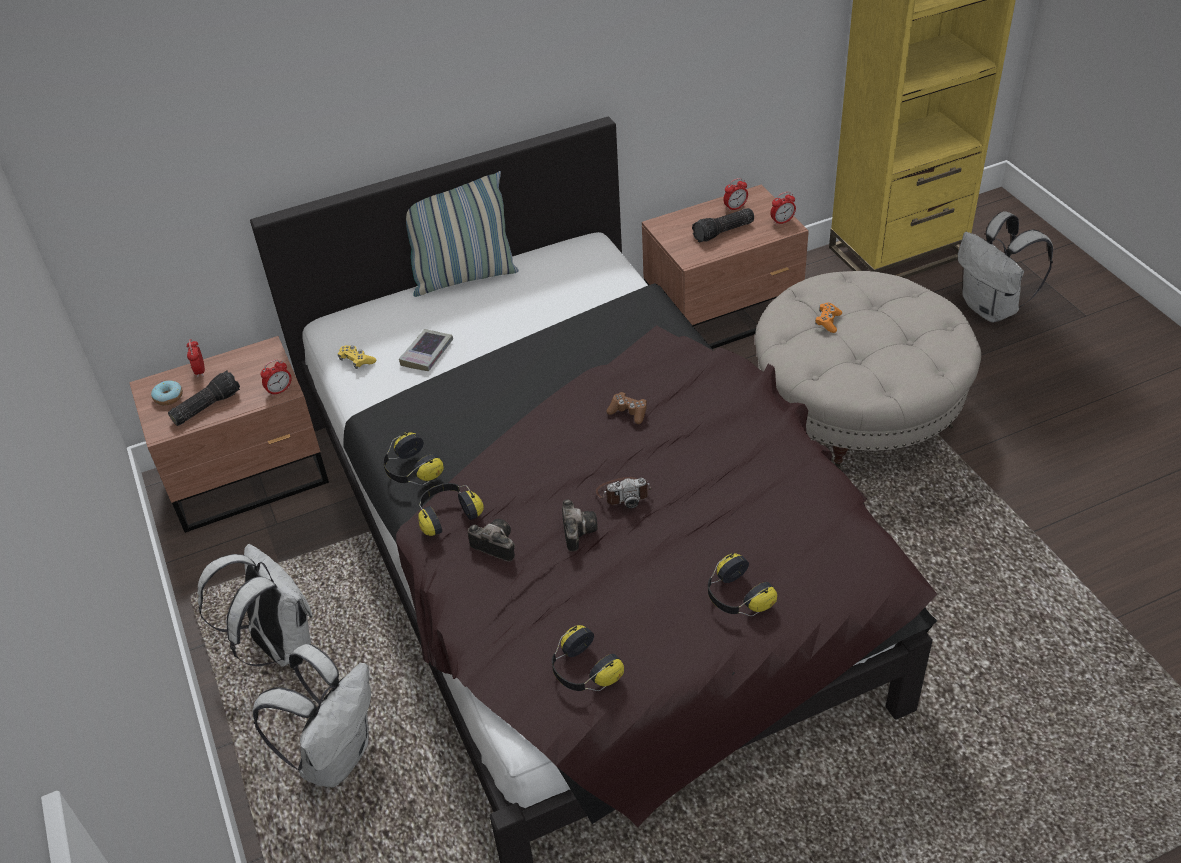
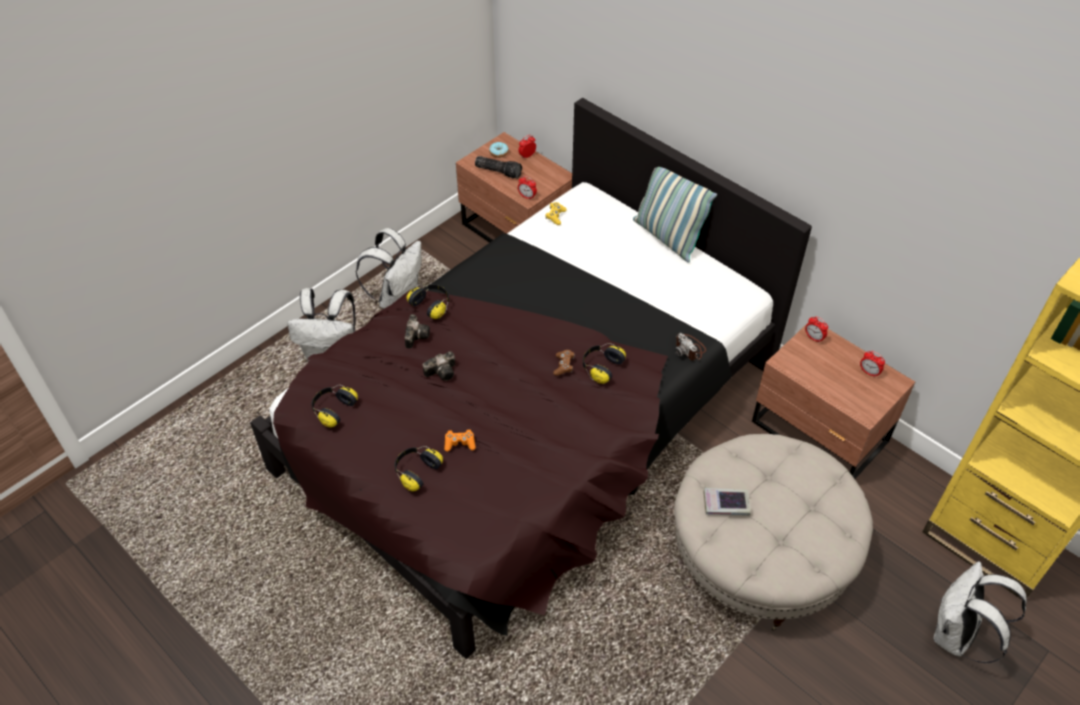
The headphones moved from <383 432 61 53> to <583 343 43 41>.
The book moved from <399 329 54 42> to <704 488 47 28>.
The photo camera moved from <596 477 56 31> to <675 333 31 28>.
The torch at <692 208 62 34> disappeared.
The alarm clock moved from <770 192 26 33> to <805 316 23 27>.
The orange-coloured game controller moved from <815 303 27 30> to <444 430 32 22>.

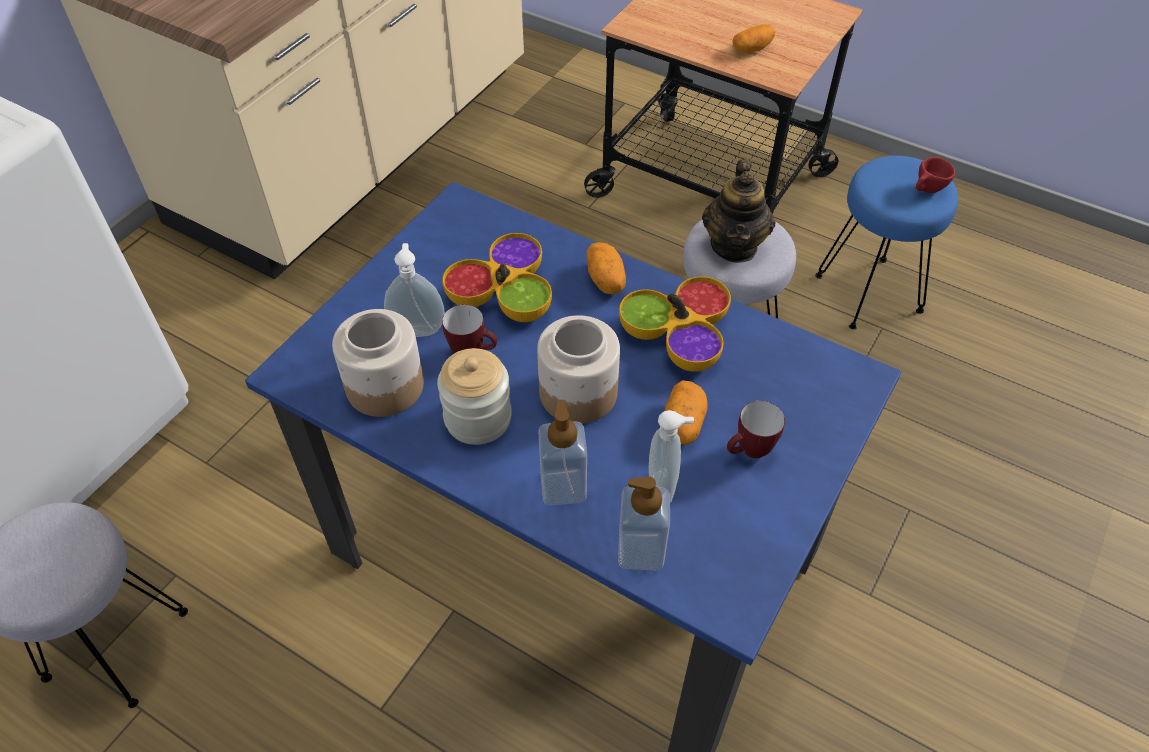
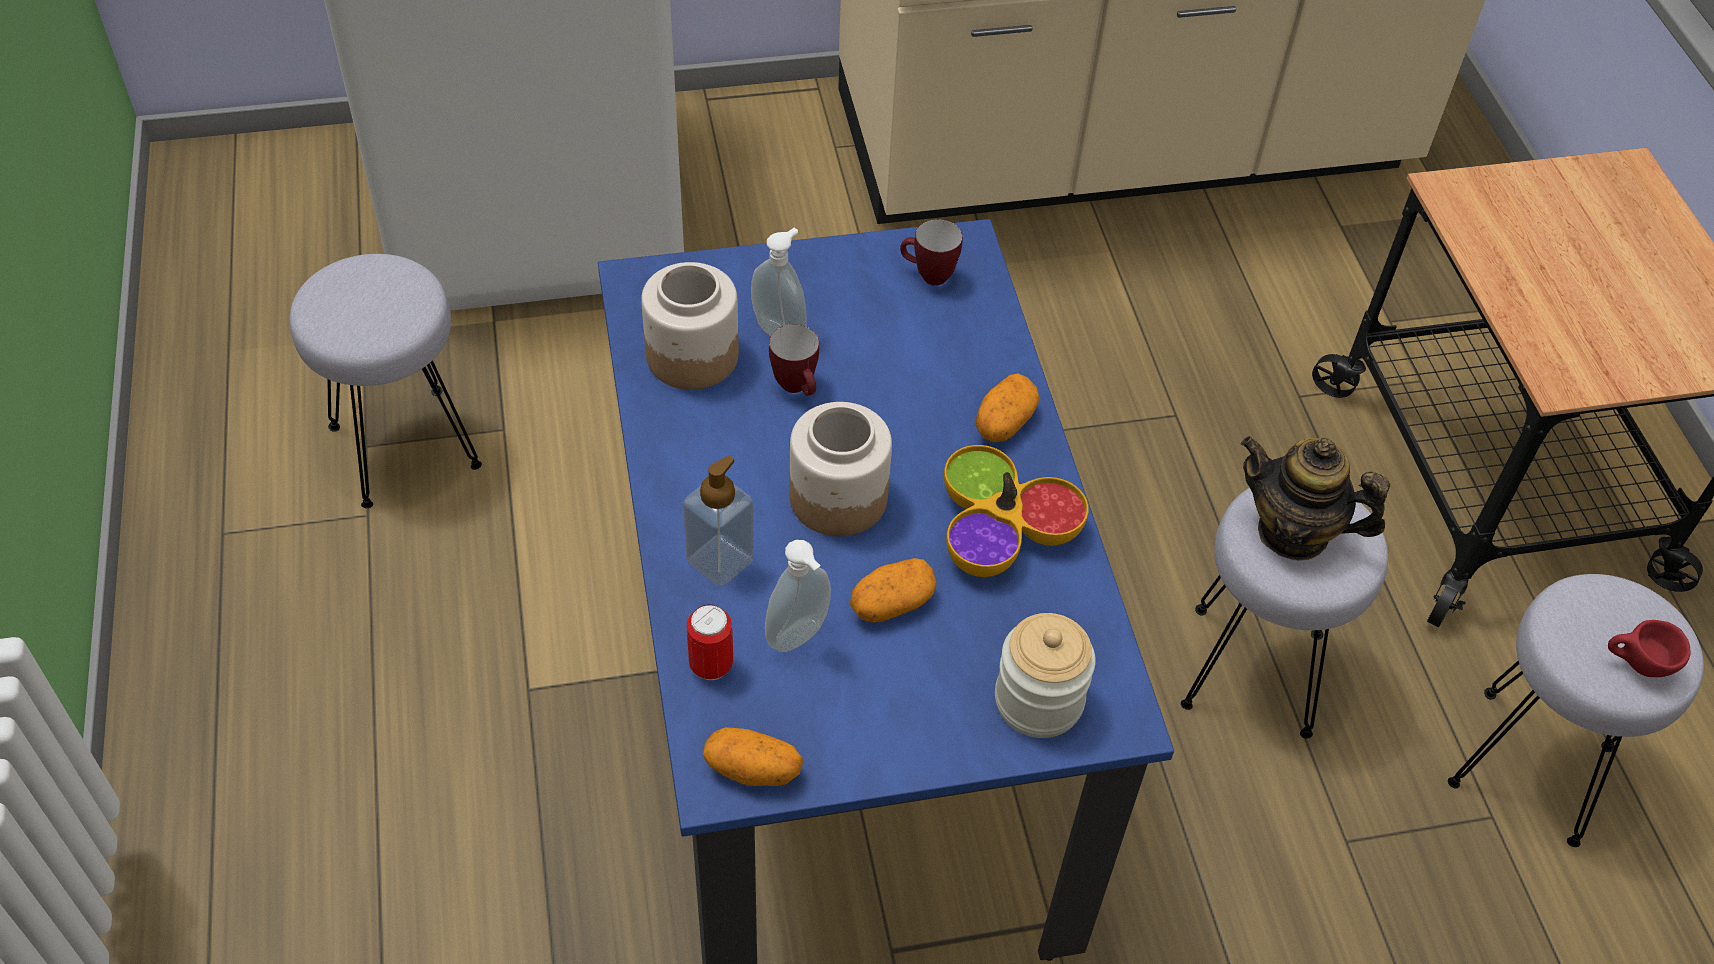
The storage jar moved from <437 348 75 97> to <995 613 101 125>.
The bowl at <442 233 110 89> disappeared.
The soap bottle at <618 476 52 95> was replaced by the sealed can at <687 604 46 76>.
The tea pot at <702 159 74 104> turned 60 degrees clockwise.
The tea mug moved from <727 401 58 57> to <900 219 63 67>.
The spud moved from <732 24 43 29> to <703 727 100 59>.
The blue stool seat at <815 156 143 173> became the greyish stool seat at <1448 574 256 273>.

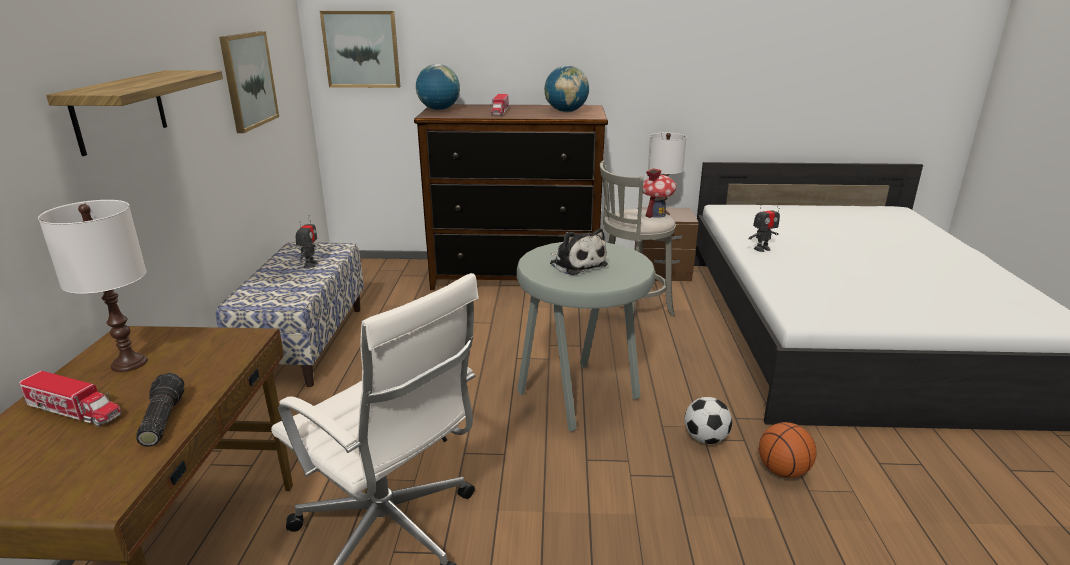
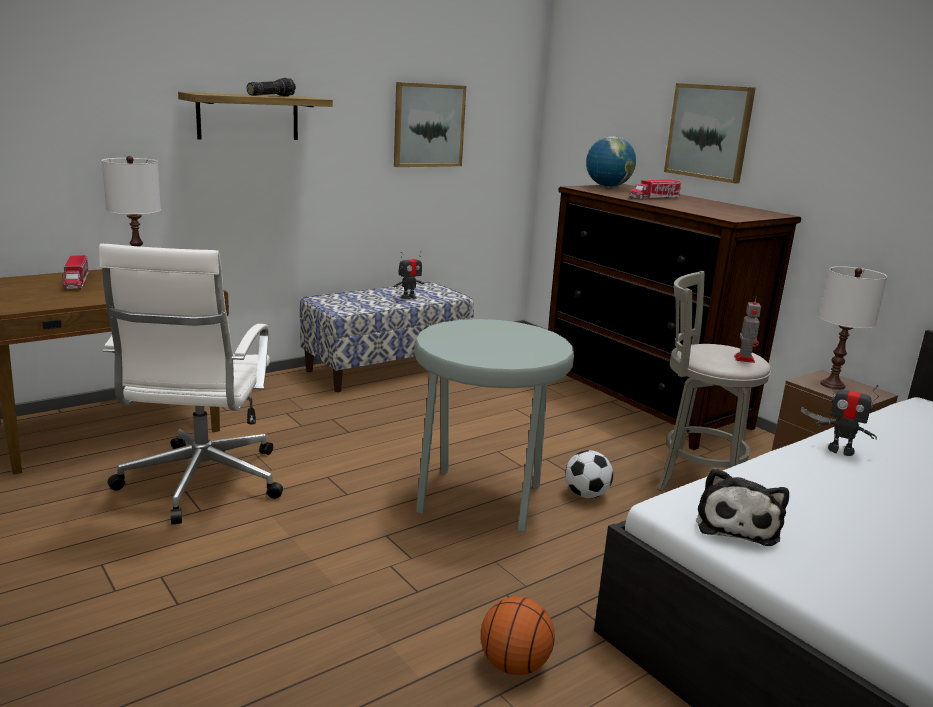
The torch moved from <136 373 48 74> to <247 78 49 18>.
The wall picture moved from <320 11 80 77> to <664 83 92 101>.
The desk globe at <544 66 45 46> disappeared.
The soft toy moved from <550 228 58 47> to <696 468 93 78>.
The miniature house at <643 168 34 50> was replaced by the robot figure at <734 297 27 66>.
The football moved from <684 397 48 47> to <565 450 48 48>.

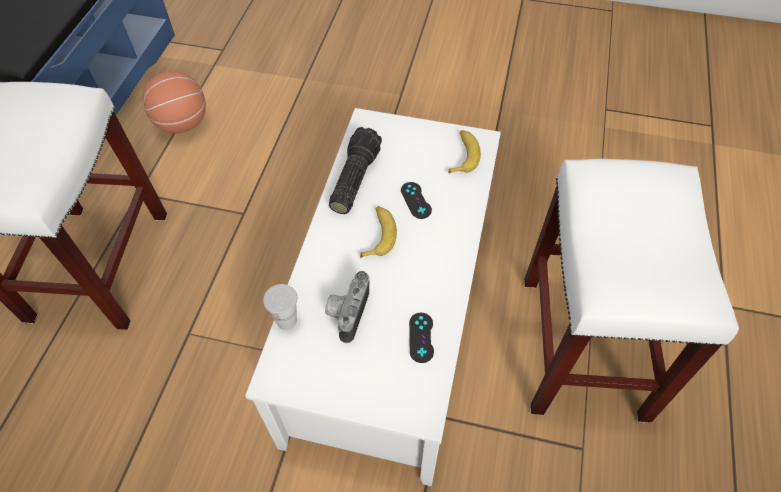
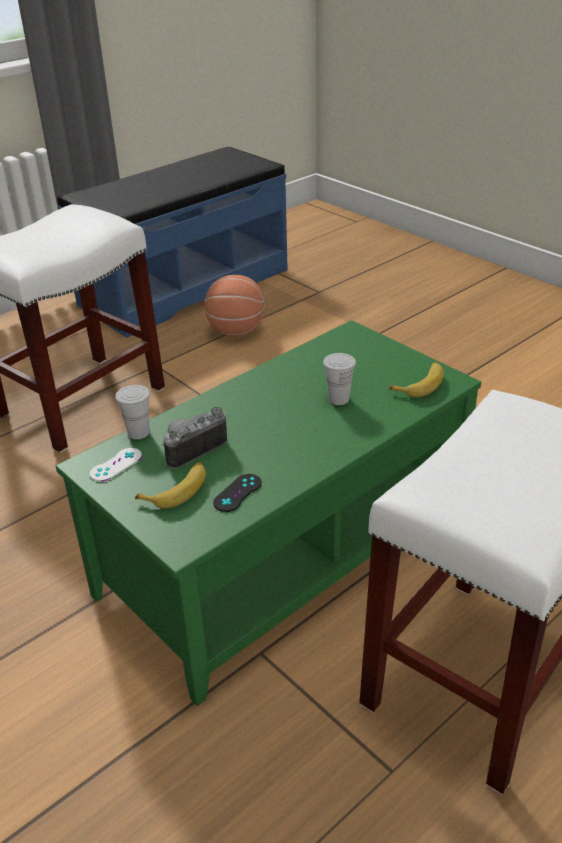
The white low table at <245 108 256 378> became the green low table at <56 320 425 386>.
The torch at <329 127 53 87> disappeared.
The banana fruit moved from <360 206 37 52> to <135 462 71 46>.
The black game controller at <401 182 31 37> was replaced by the white small cup at <323 353 33 52>.
The white game controller at <90 448 52 34> appeared.

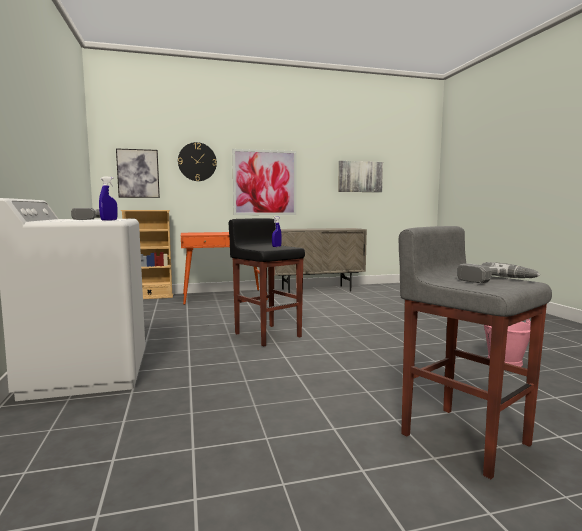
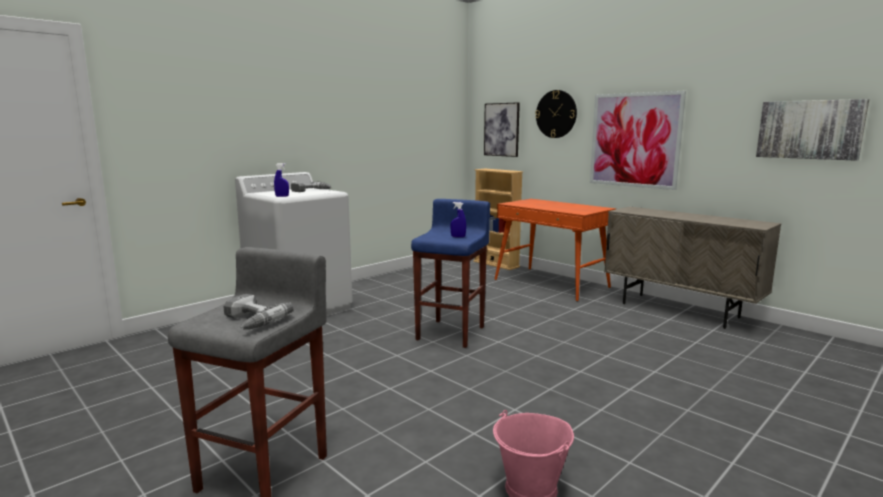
The black stool seat at <229 218 76 129> became the blue stool seat at <411 199 79 149>.

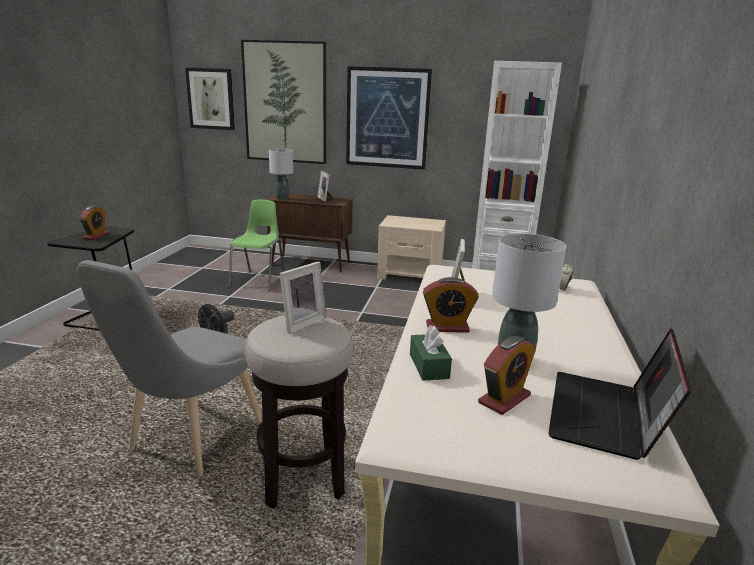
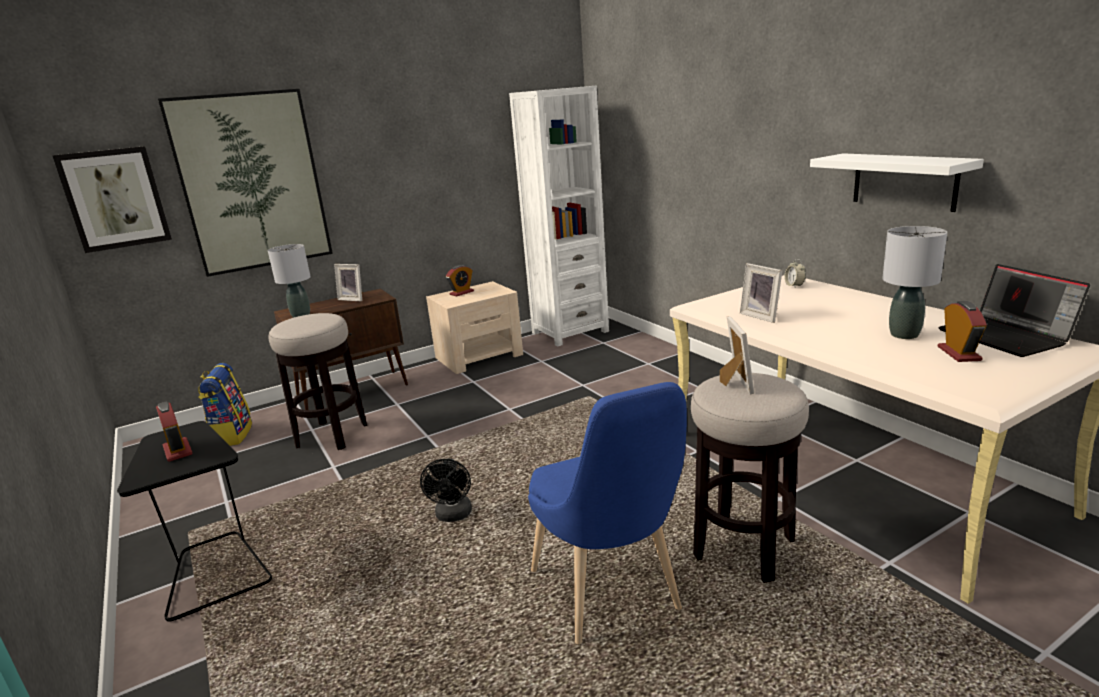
The greyish chair at <77 260 186 217> became the blue chair at <528 382 159 262>.
The green chair at <229 200 56 92> was replaced by the stool seat at <268 313 99 137>.
The wall picture at <346 66 86 104> disappeared.
The green tissue box at <410 325 42 56> disappeared.
The alarm clock moved from <423 277 56 56> to <446 265 28 32>.
The rucksack at <198 363 54 83> appeared.
The white shelf at <810 153 174 59> appeared.

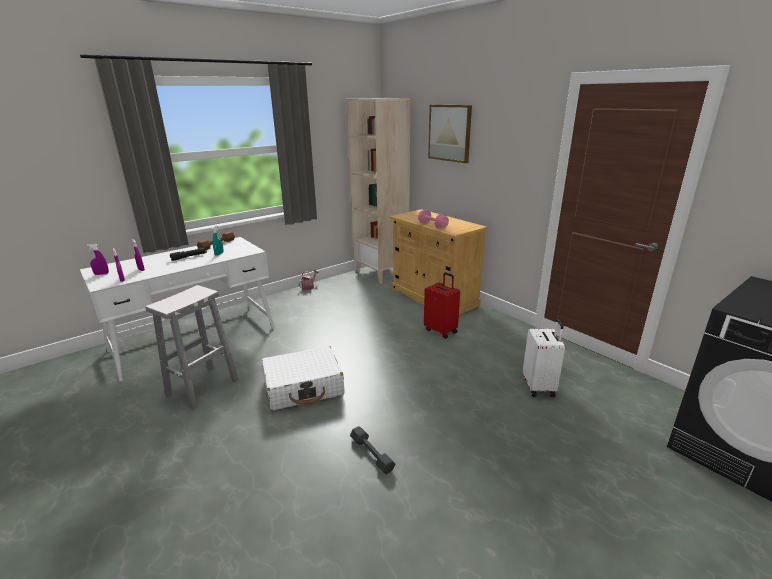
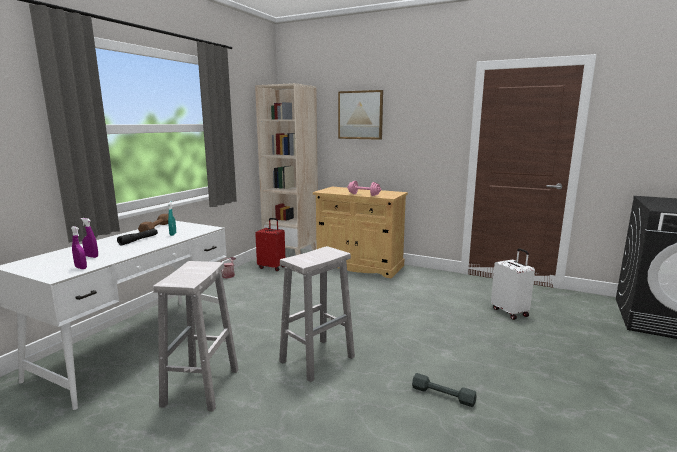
The purplish hand sprayer at <87 244 22 31> disappeared.
The white travel case at <262 346 82 64> was replaced by the white stool seat at <279 246 76 136>.
The red-coloured travel case moved from <424 272 36 67> to <255 218 30 53>.

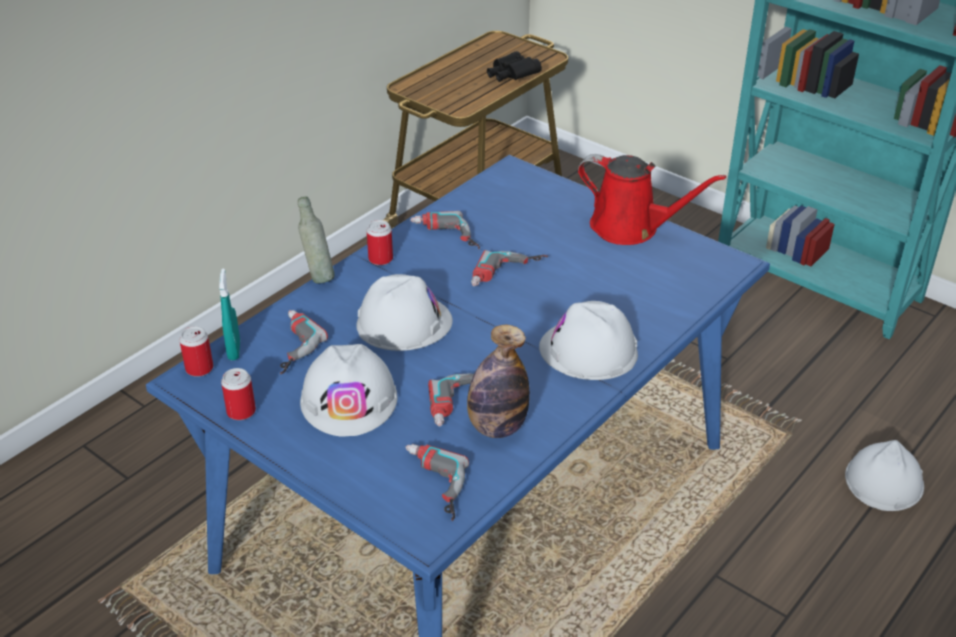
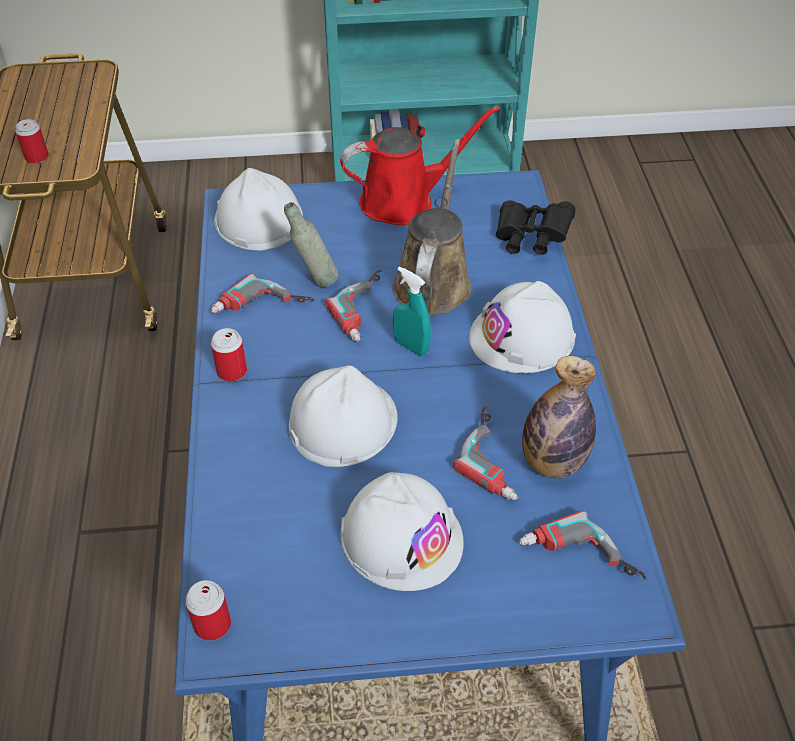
The turquoise hand sprayer moved from <219 268 21 92> to <393 266 38 90>.
The sealed can moved from <221 368 35 52> to <15 119 34 45>.
The drill at <280 310 48 65> disappeared.
The greyish beverage bottle moved from <298 197 37 86> to <284 202 54 85>.
The black pair of binoculars moved from <487 51 55 31> to <496 200 80 55>.
The white hard hat moved from <845 440 79 71> to <214 168 89 82>.
The brownish watering pot at <393 139 78 176> appeared.

